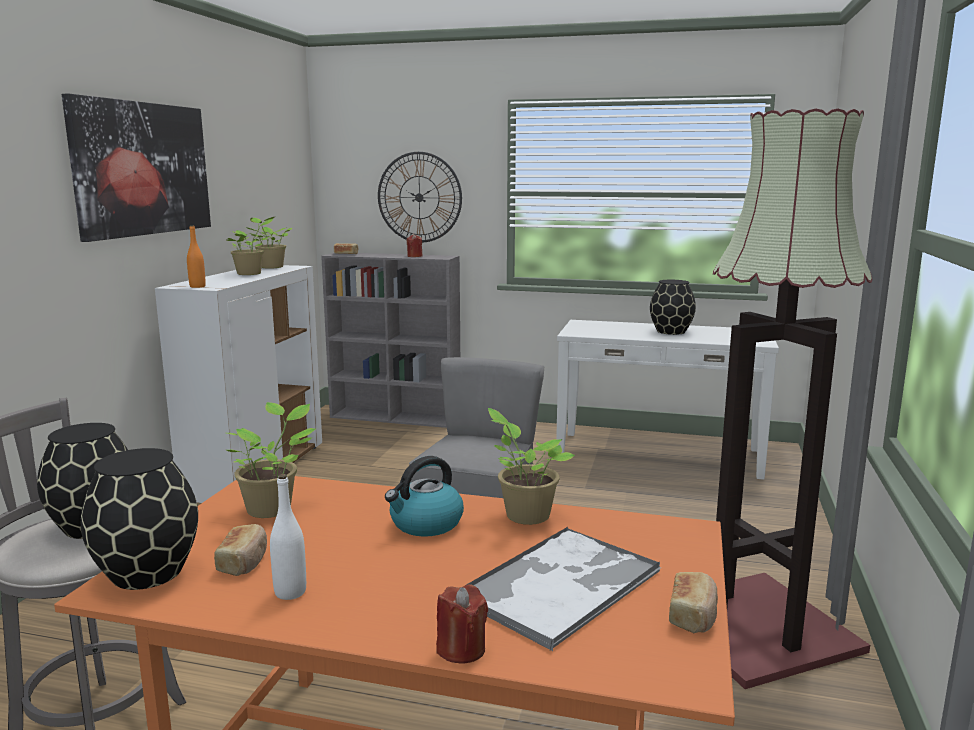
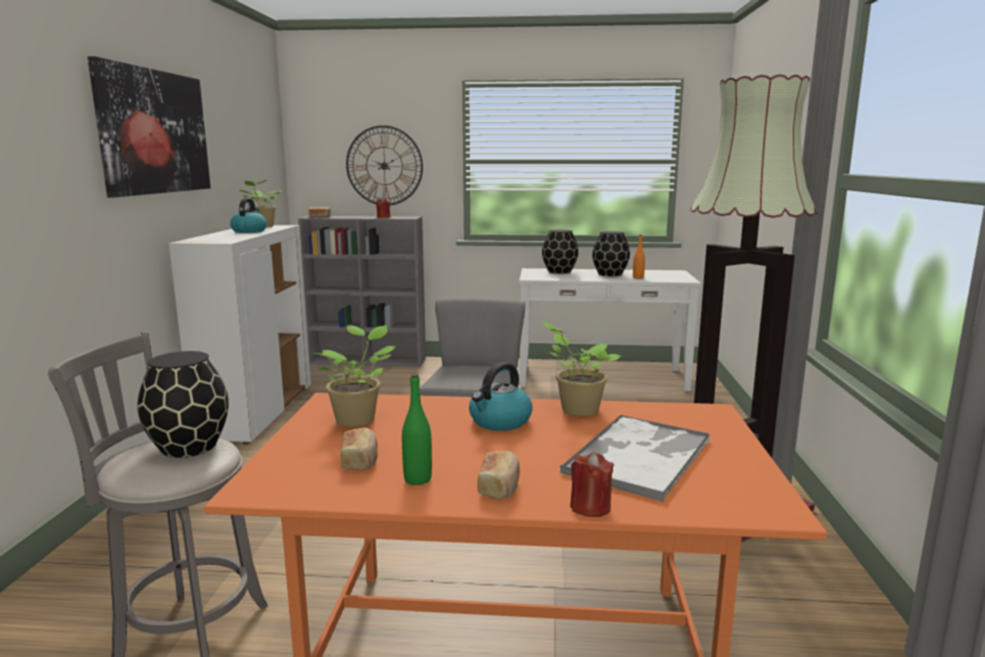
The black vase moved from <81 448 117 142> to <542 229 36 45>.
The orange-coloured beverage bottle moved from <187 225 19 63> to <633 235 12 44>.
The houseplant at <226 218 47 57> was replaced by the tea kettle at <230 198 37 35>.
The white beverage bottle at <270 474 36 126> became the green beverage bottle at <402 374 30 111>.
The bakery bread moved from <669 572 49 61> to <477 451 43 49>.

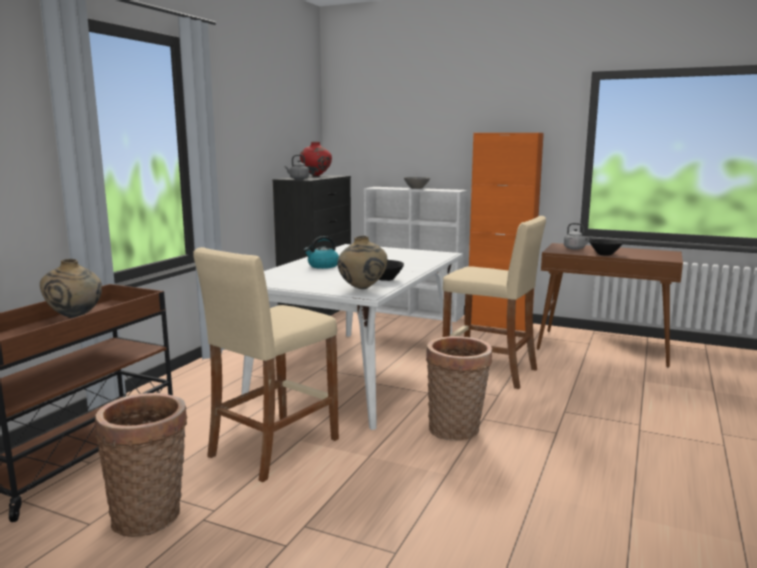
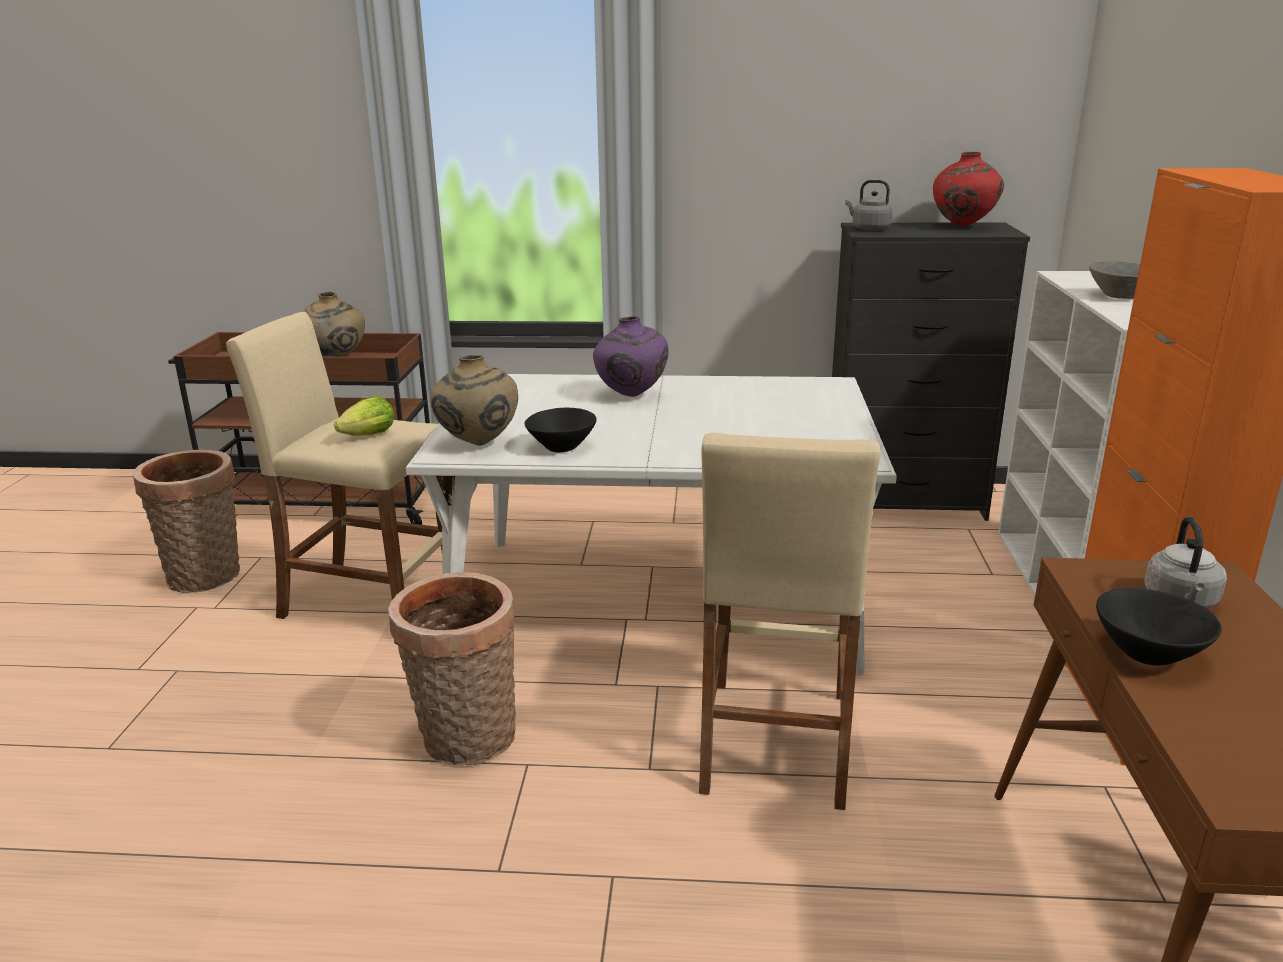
The tea kettle at <304 236 35 33> was replaced by the purplish vase at <593 316 76 81>.
The lettuce at <334 396 60 40> appeared.

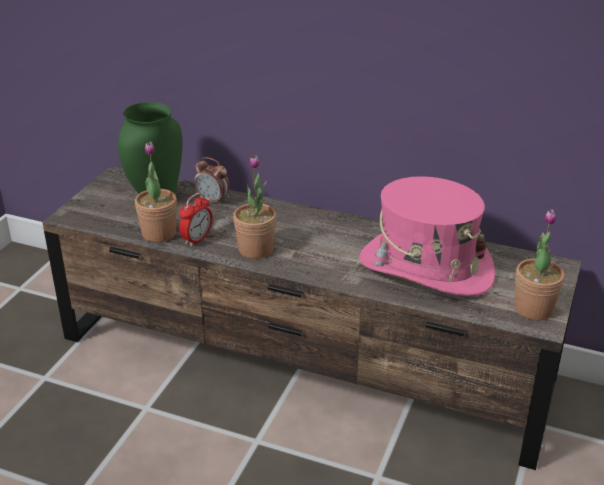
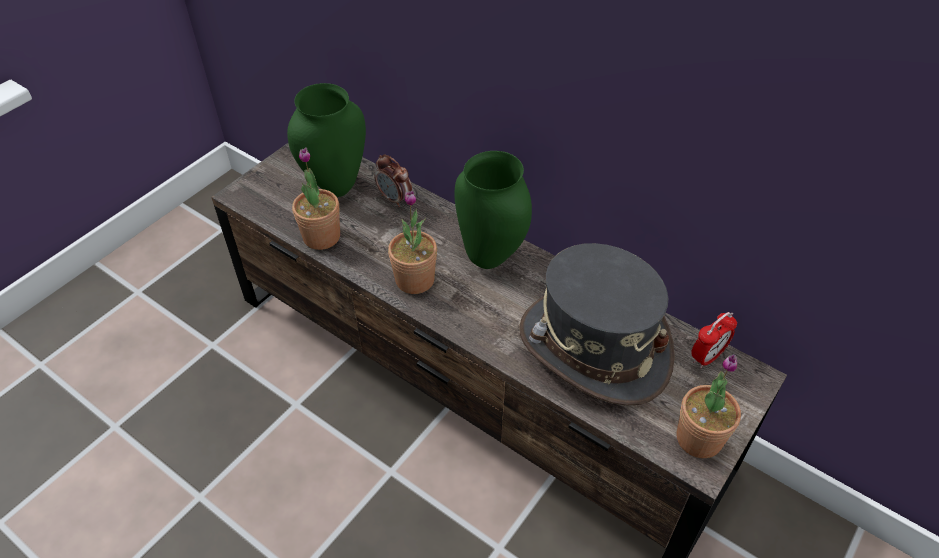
The alarm clock moved from <179 193 34 54> to <691 312 46 57>.
The pinkish hat at <359 176 136 120> became the greyish hat at <520 243 155 162>.
The green vase at <455 151 77 118> appeared.

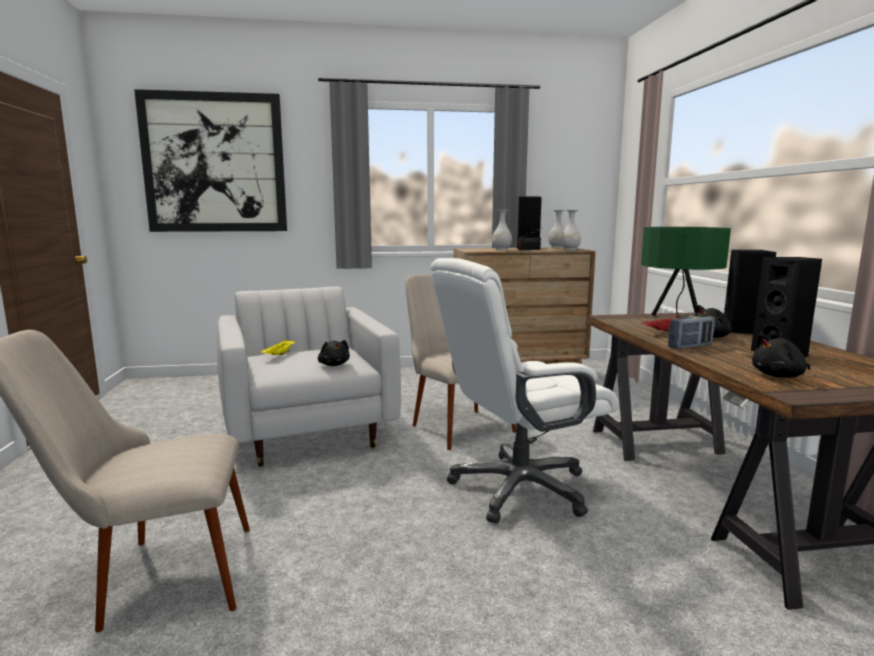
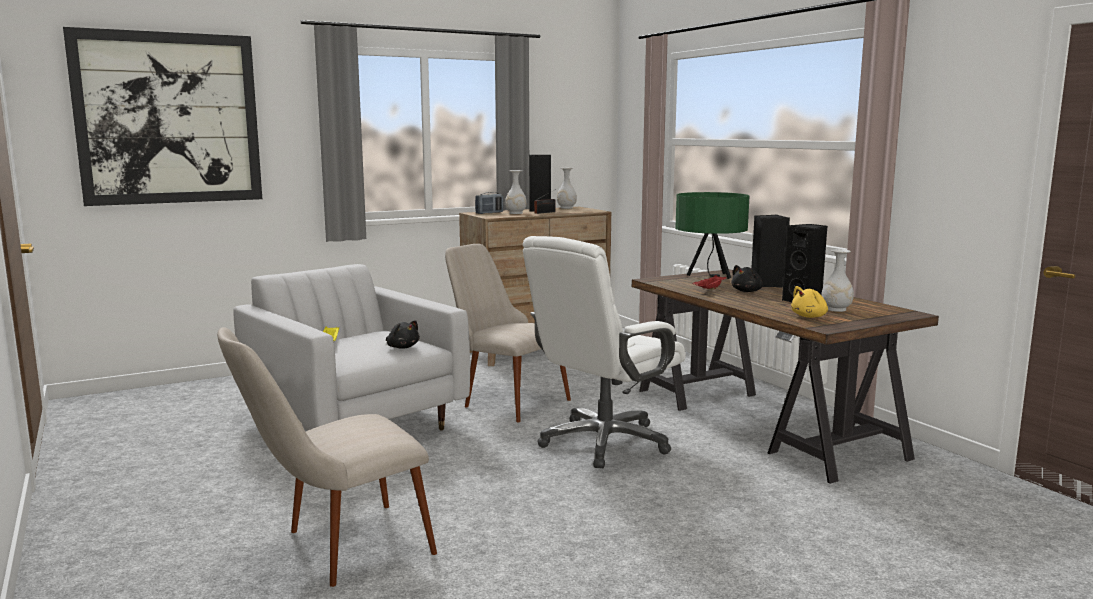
The white vase moved from <560 210 21 41> to <821 249 33 63>.
The radio receiver moved from <668 313 47 36> to <475 192 29 22>.
The black soft toy at <752 333 59 45> became the yellow-coloured soft toy at <791 286 37 32>.

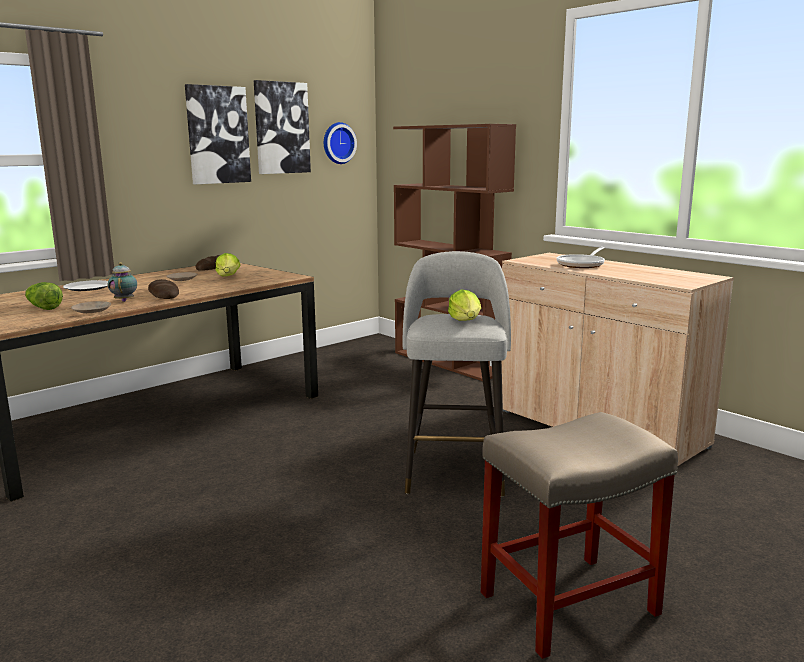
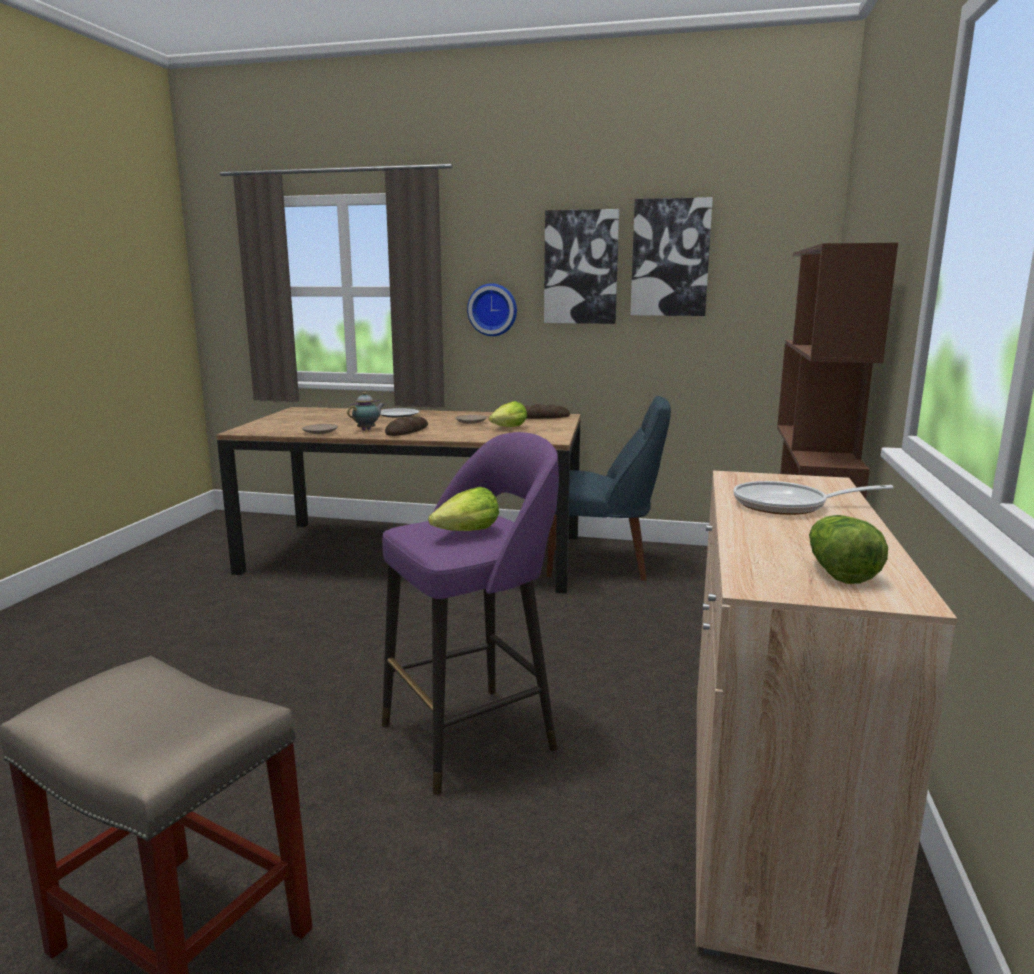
The lettuce moved from <25 282 38 28> to <809 515 79 69>.
The wall clock moved from <324 122 33 42> to <467 283 50 53>.
The greyish stool seat at <403 251 108 246> became the purplish stool seat at <382 432 177 363>.
The blue chair at <546 396 125 185> appeared.

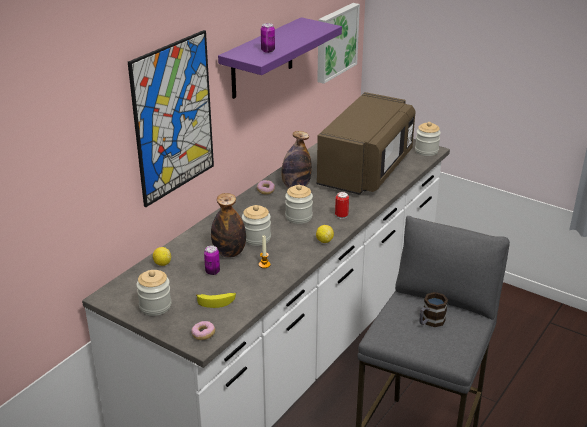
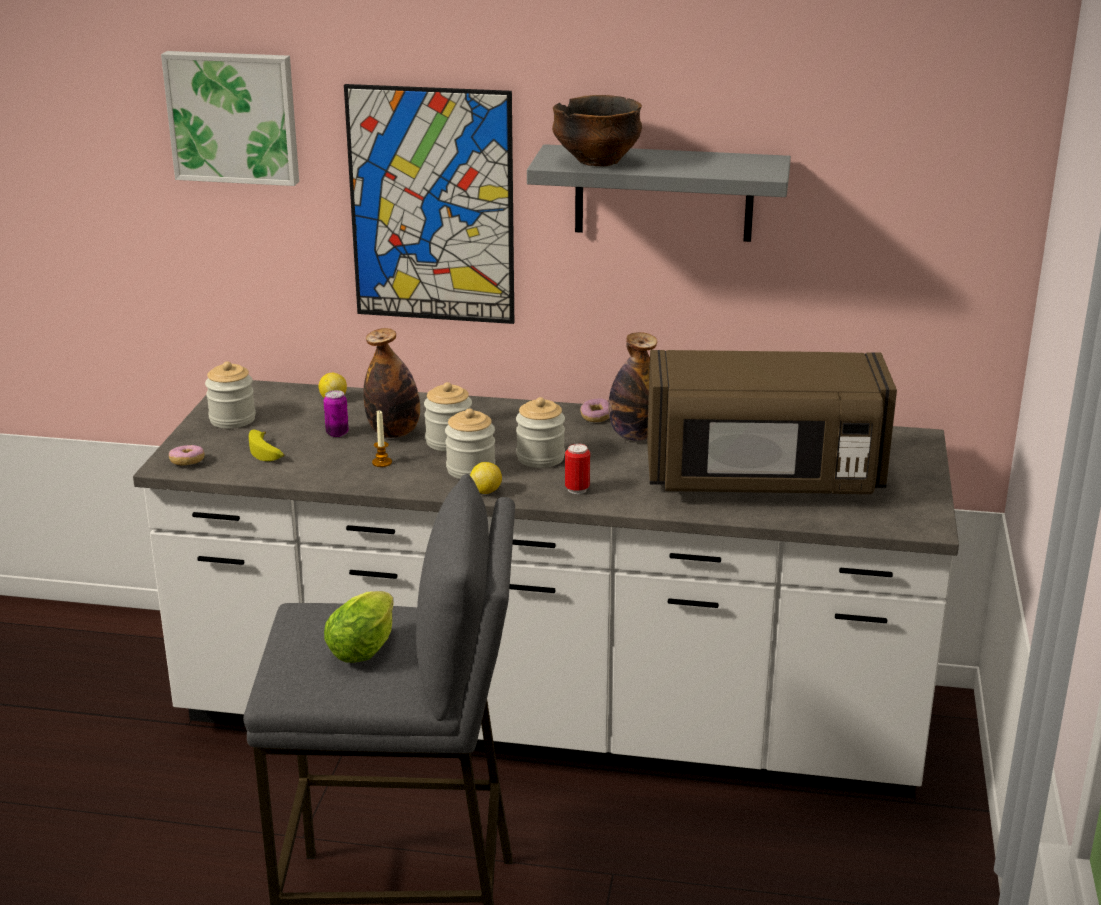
The purplish shelf at <218 17 124 82> became the greyish shelf at <527 144 264 98>.
The sealed can at <261 23 14 30> was replaced by the bowl at <552 95 90 71>.
The wall picture moved from <317 3 43 81> to <161 51 138 135>.
The storage jar moved from <415 122 26 34> to <445 408 51 71>.
The tea mug at <419 292 29 35> was replaced by the lettuce at <324 591 70 72>.

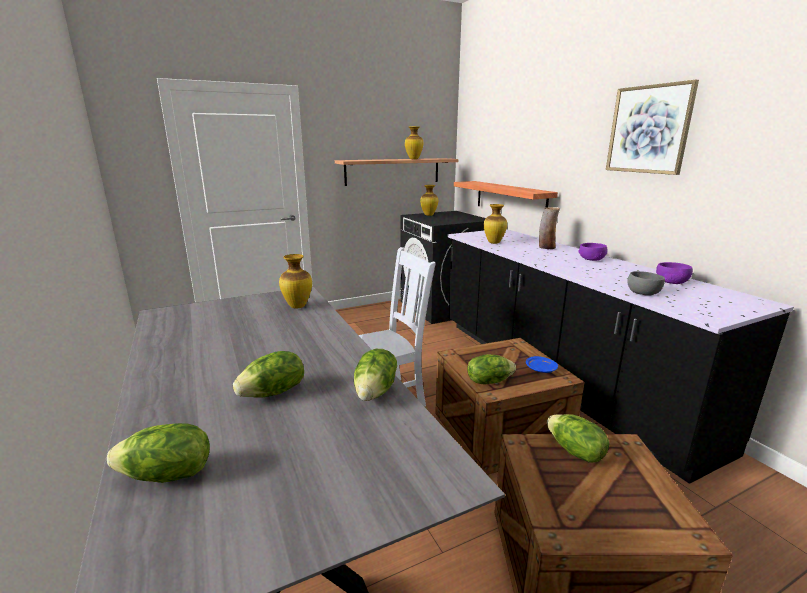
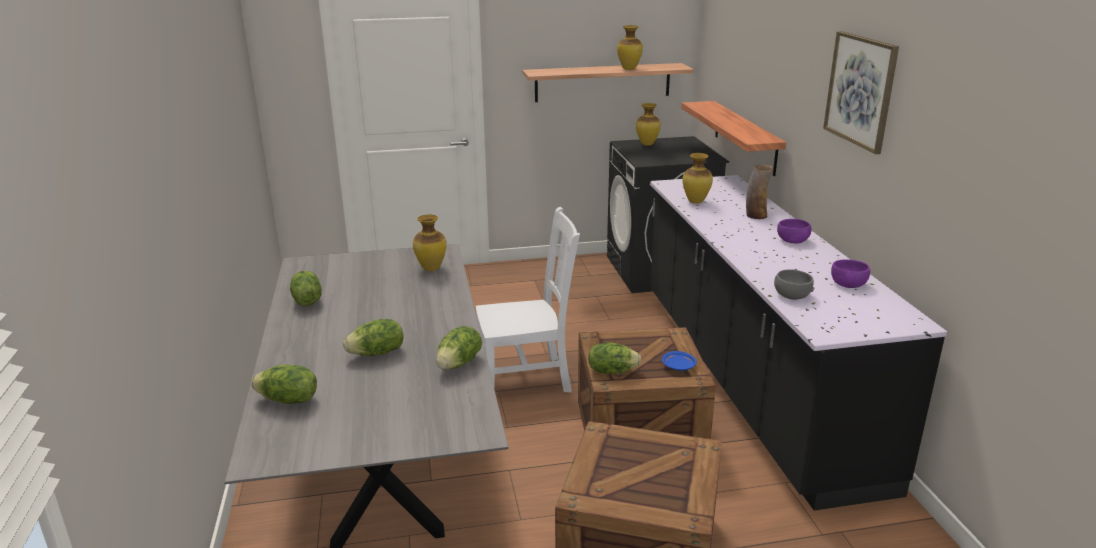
The lettuce moved from <547 414 62 49> to <290 271 32 35>.

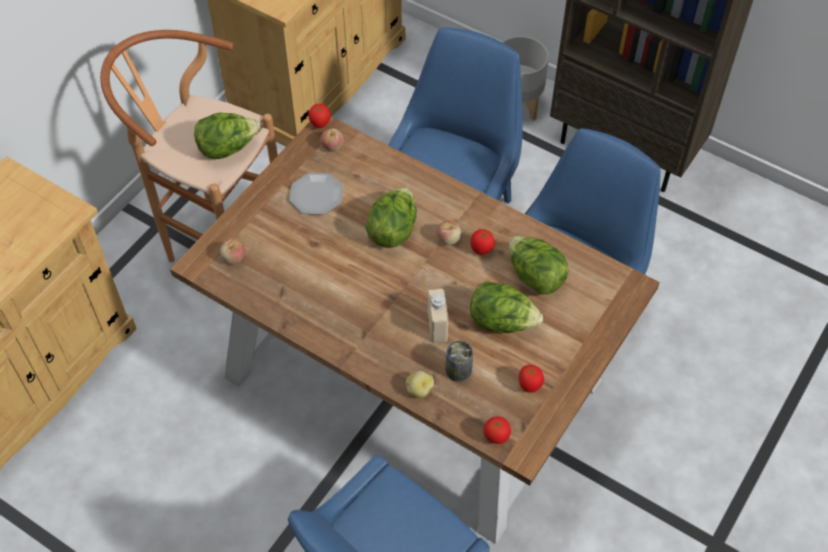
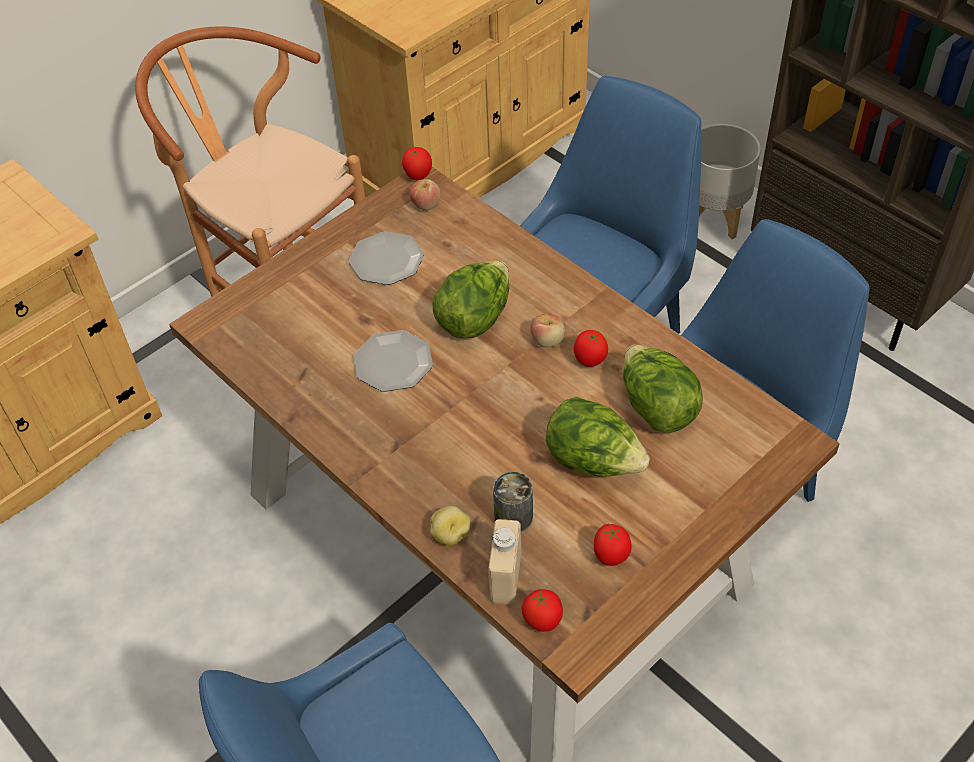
The lettuce at <194 113 66 46> disappeared.
The apple at <220 239 25 25> disappeared.
The sand-coloured beverage bottle moved from <427 289 21 54> to <488 519 34 86>.
The plate at <354 330 79 62> appeared.

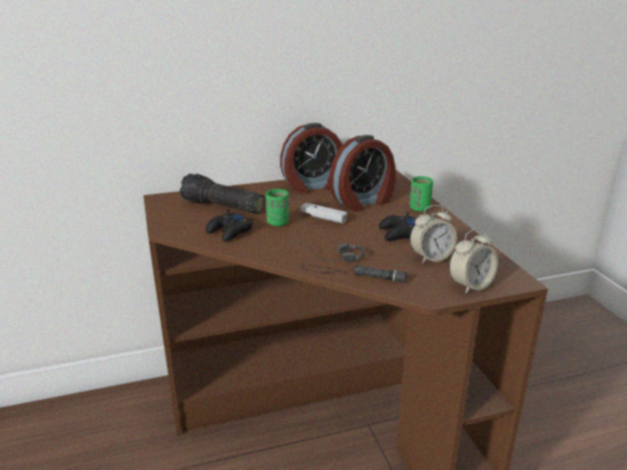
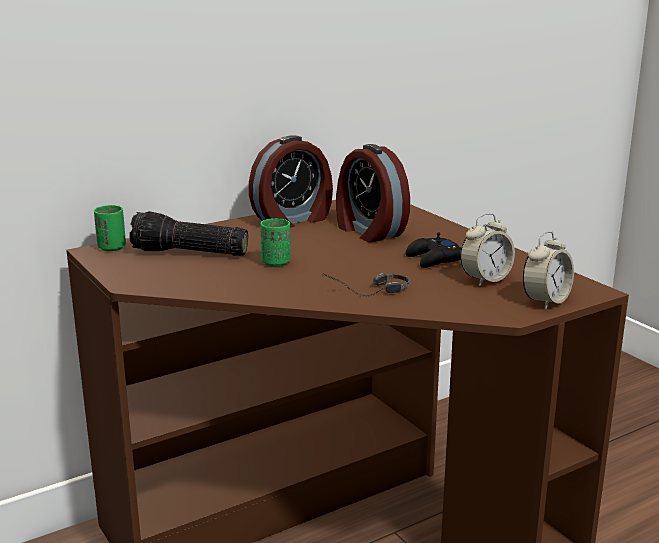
The black game controller at <206 210 47 32> disappeared.
The white game controller at <300 203 47 21> disappeared.
The black torch at <300 265 107 18> disappeared.
The alarm clock at <329 135 67 77> turned 105 degrees clockwise.
The green small cup moved from <410 176 23 36> to <94 205 32 46>.

